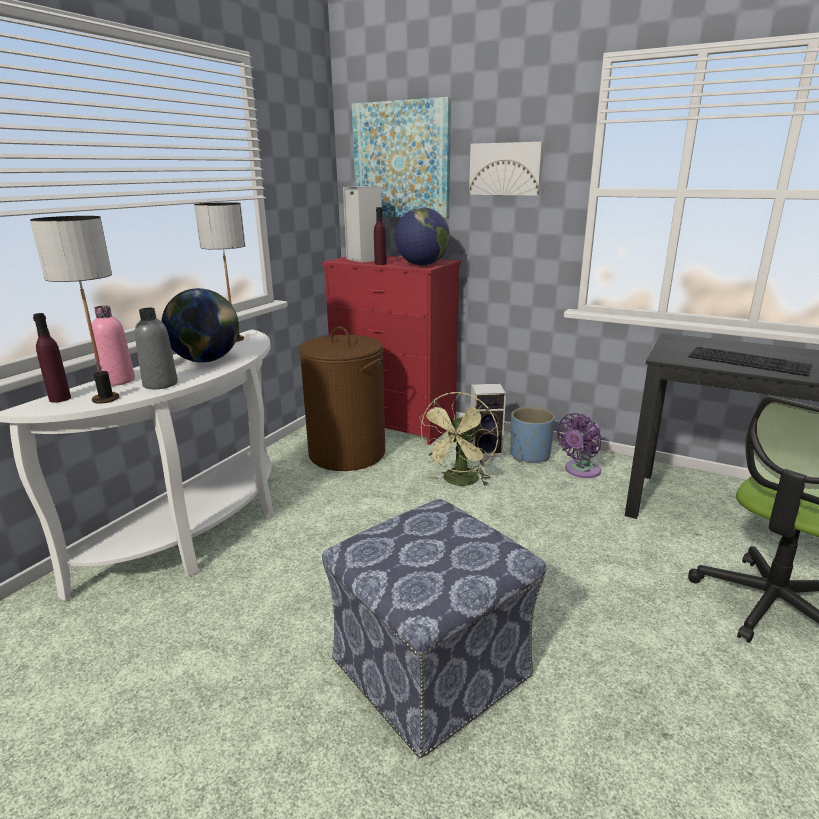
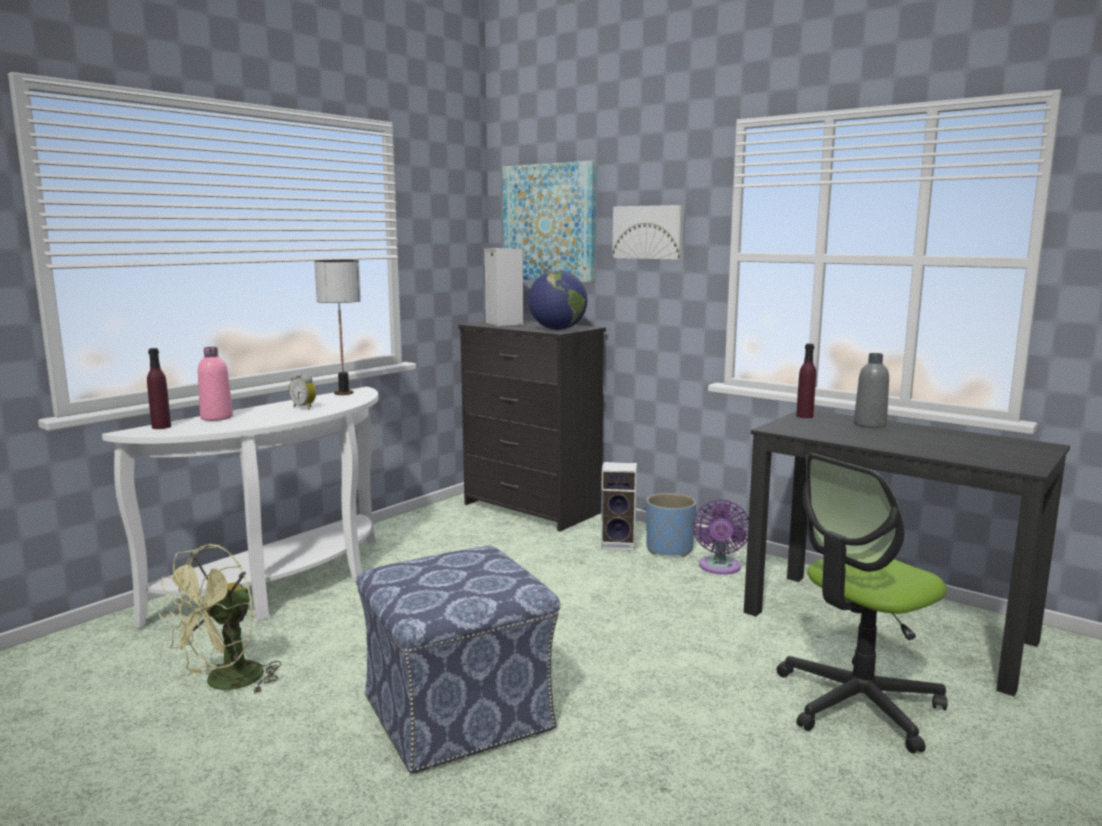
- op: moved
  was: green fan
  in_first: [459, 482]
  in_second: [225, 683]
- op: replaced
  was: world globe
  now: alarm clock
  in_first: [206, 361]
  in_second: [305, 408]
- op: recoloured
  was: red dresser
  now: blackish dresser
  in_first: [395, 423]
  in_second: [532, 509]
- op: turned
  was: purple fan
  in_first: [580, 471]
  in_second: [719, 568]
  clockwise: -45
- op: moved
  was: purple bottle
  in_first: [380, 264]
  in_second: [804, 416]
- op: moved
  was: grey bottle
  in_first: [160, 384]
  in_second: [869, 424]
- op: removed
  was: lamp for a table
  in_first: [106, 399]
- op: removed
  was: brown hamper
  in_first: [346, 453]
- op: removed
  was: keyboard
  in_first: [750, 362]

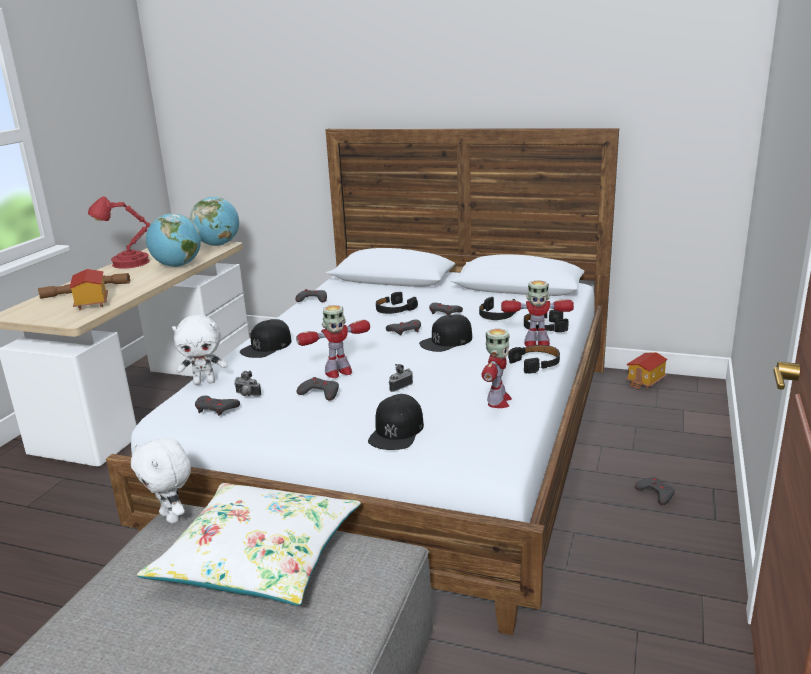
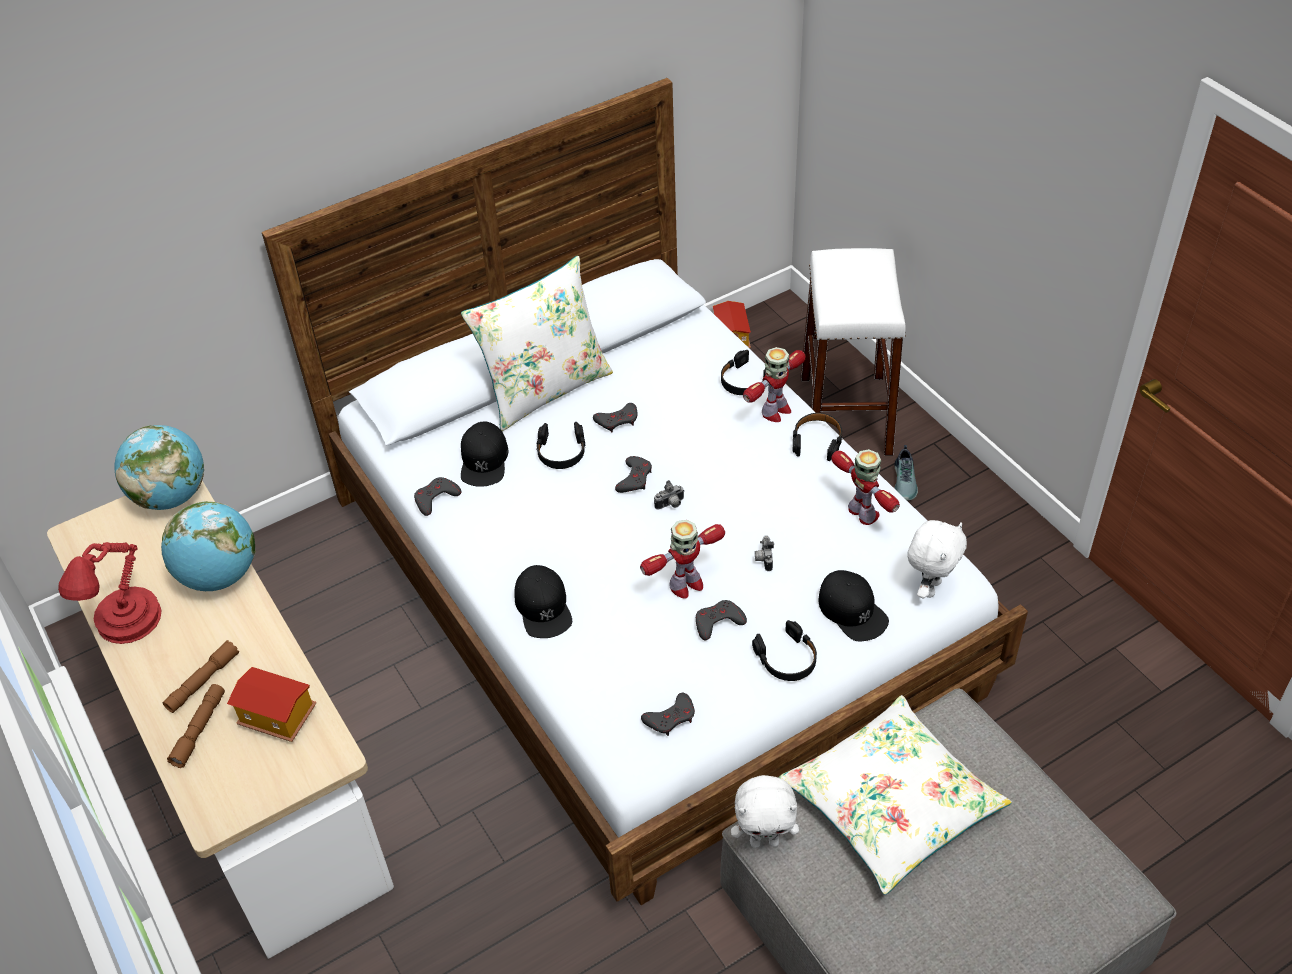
- op: added
  now: whitish pillow
  in_second: [545, 389]
- op: moved
  was: blackish cap
  in_first: [446, 341]
  in_second: [484, 460]
- op: turned
  was: model robot
  in_first: [338, 372]
  in_second: [685, 585]
  clockwise: 45
- op: moved
  was: still camera
  in_first: [247, 395]
  in_second: [670, 505]
- op: moved
  was: blackish headset
  in_first: [497, 315]
  in_second: [787, 658]
- op: added
  now: whitish stool seat
  in_second: [845, 415]
- op: replaced
  was: grey gamepad
  now: shoe
  in_first: [655, 493]
  in_second: [905, 482]
- op: moved
  was: whitish cuddly toy
  in_first: [205, 382]
  in_second: [930, 587]

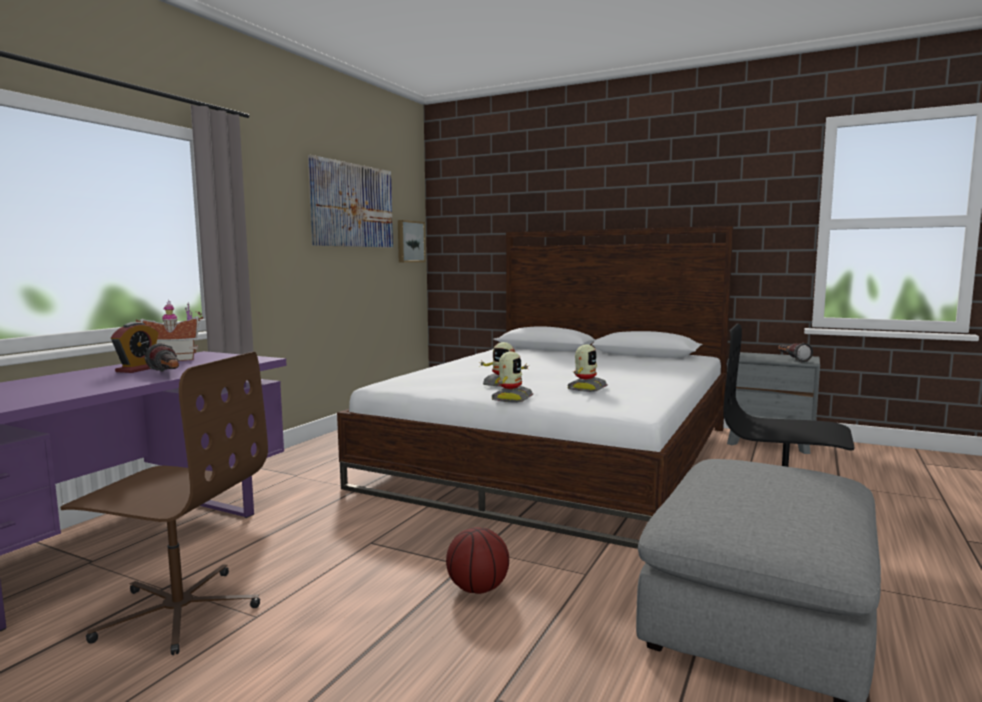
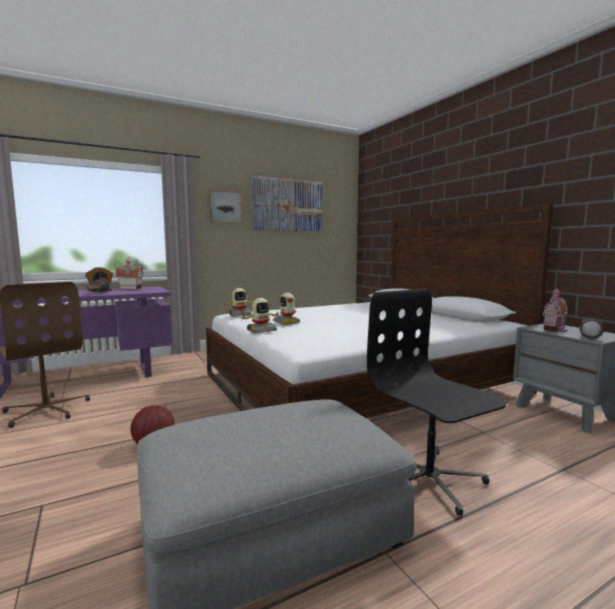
- op: moved
  was: wall art
  in_first: [409, 241]
  in_second: [225, 207]
- op: moved
  was: model robot
  in_first: [586, 388]
  in_second: [239, 315]
- op: added
  now: model house
  in_second: [556, 329]

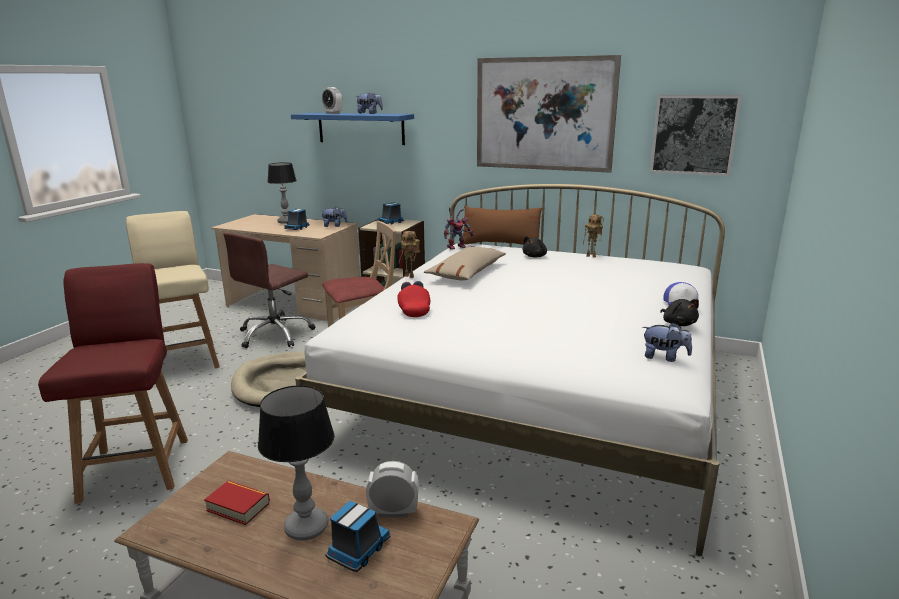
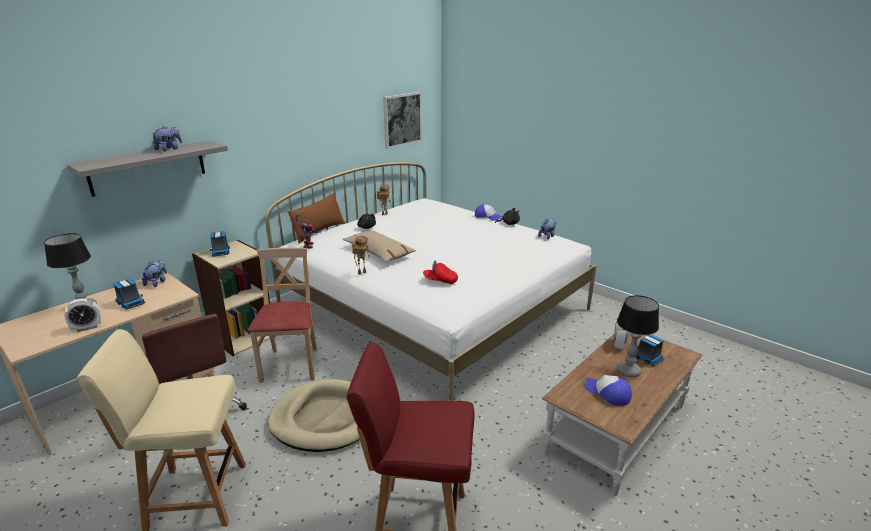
- op: moved
  was: alarm clock
  in_first: [333, 113]
  in_second: [87, 328]
- op: recoloured
  was: blue-coloured bracket shelf
  now: grey bracket shelf
  in_first: [360, 128]
  in_second: [148, 167]
- op: replaced
  was: volume
  now: cap
  in_first: [238, 506]
  in_second: [607, 393]
- op: removed
  was: wall art
  in_first: [544, 114]

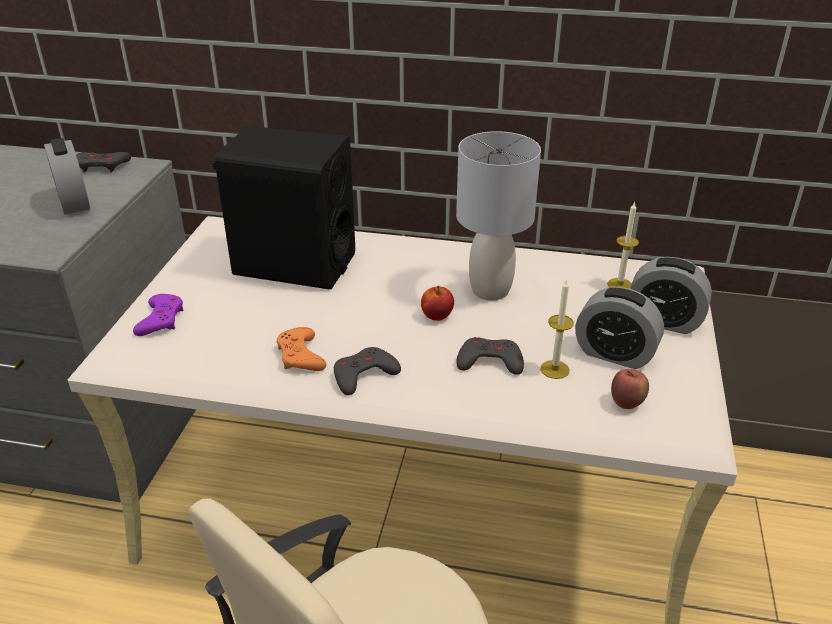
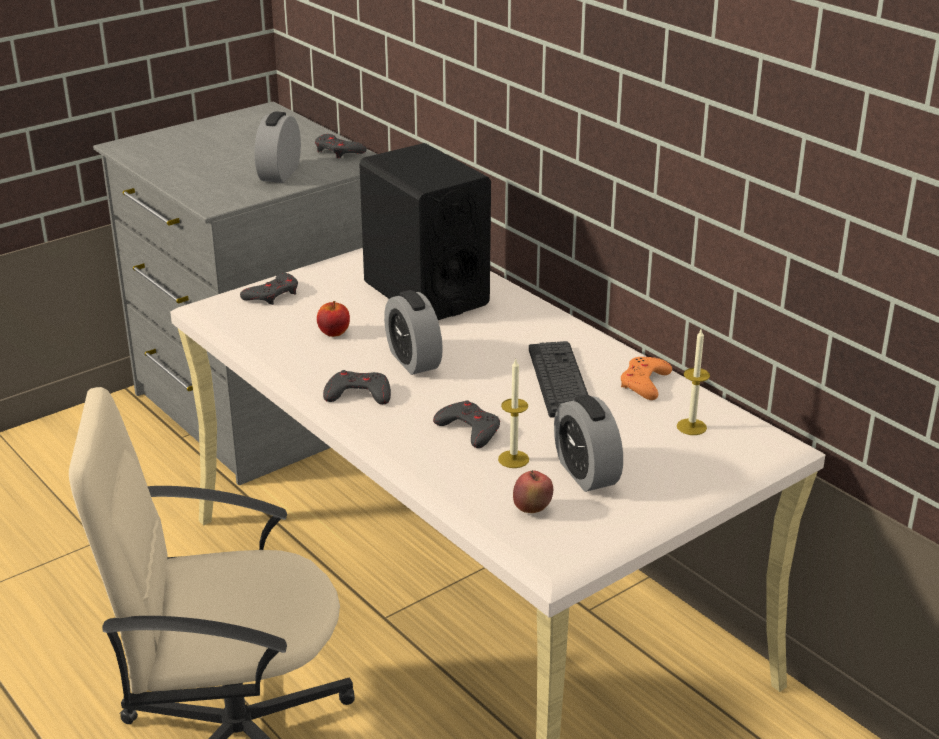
- op: recoloured
  was: purple gamepad
  now: grey gamepad
  in_first: [161, 319]
  in_second: [272, 294]
- op: moved
  was: apple
  in_first: [437, 316]
  in_second: [334, 333]
- op: moved
  was: alarm clock
  in_first: [663, 321]
  in_second: [413, 360]
- op: replaced
  was: grey lamp for a table
  now: keyboard
  in_first: [491, 290]
  in_second: [559, 380]
- op: moved
  was: orange-coloured gamepad
  in_first: [300, 355]
  in_second: [644, 383]

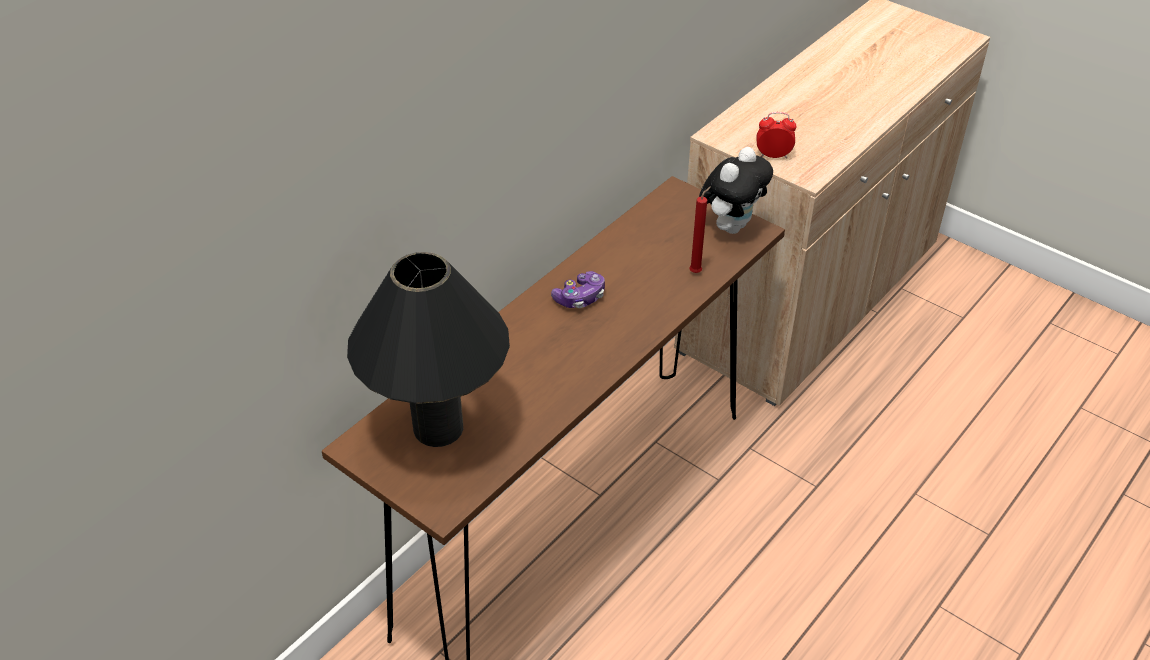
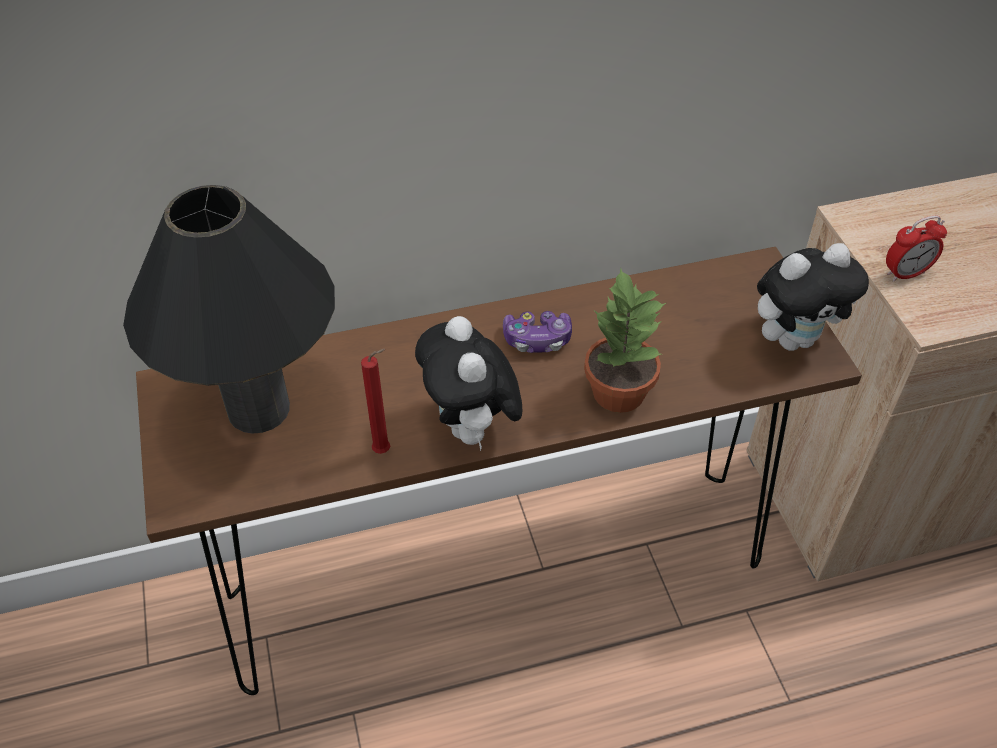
- op: moved
  was: red wax candle
  in_first: [697, 272]
  in_second: [384, 451]
- op: added
  now: cuddly toy
  in_second: [471, 429]
- op: added
  now: houseplant
  in_second: [617, 391]
- op: turned
  was: alarm clock
  in_first: [773, 155]
  in_second: [906, 274]
  clockwise: 120

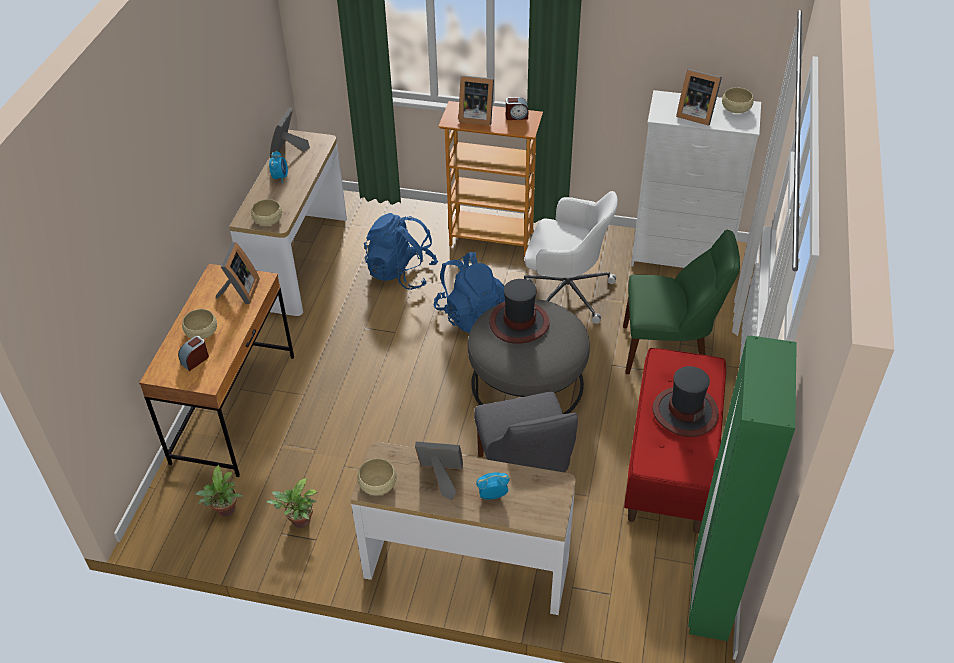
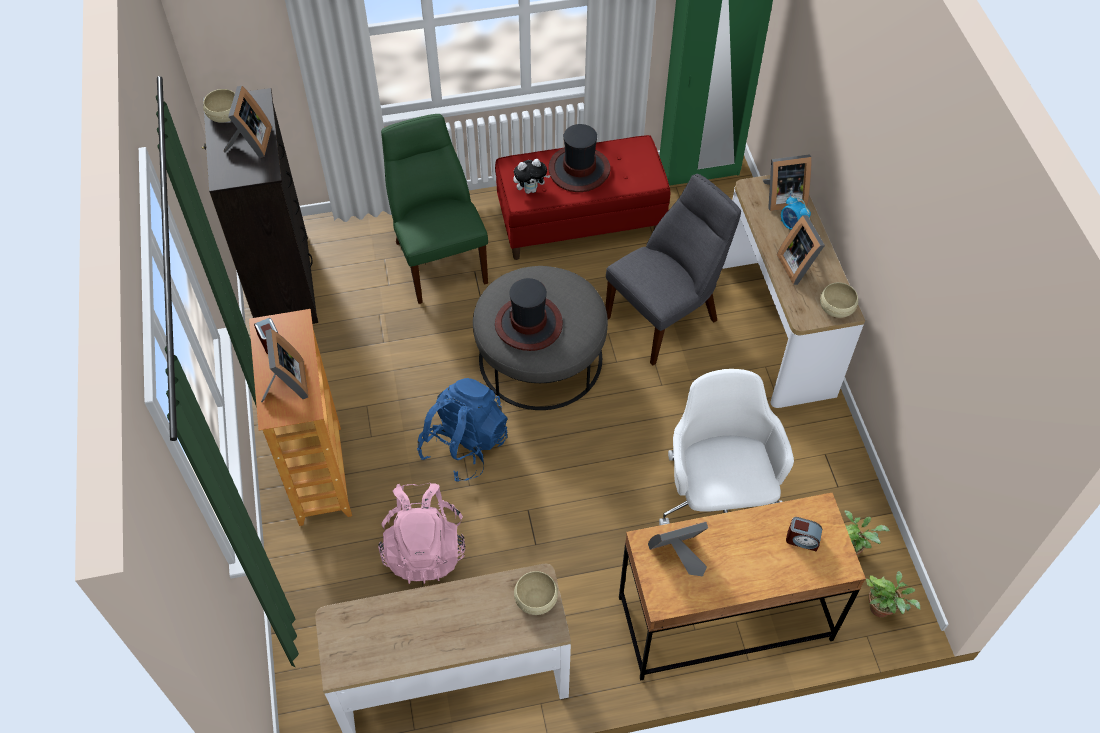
- op: recoloured
  was: whitish dresser
  now: blackish dresser
  in_first: [682, 257]
  in_second: [284, 282]
- op: recoloured
  was: blue-coloured rucksack
  now: pink-coloured rucksack
  in_first: [401, 273]
  in_second: [424, 548]
- op: added
  now: cuddly toy
  in_second: [530, 189]
- op: moved
  was: whitish computer chair
  in_first: [565, 292]
  in_second: [716, 499]
- op: moved
  was: picture frame
  in_first: [288, 151]
  in_second: [782, 197]
- op: moved
  was: houseplant
  in_first: [299, 522]
  in_second: [883, 608]
- op: removed
  was: beige deep dish
  in_first: [201, 331]
- op: removed
  was: alarm clock
  in_first: [280, 177]

